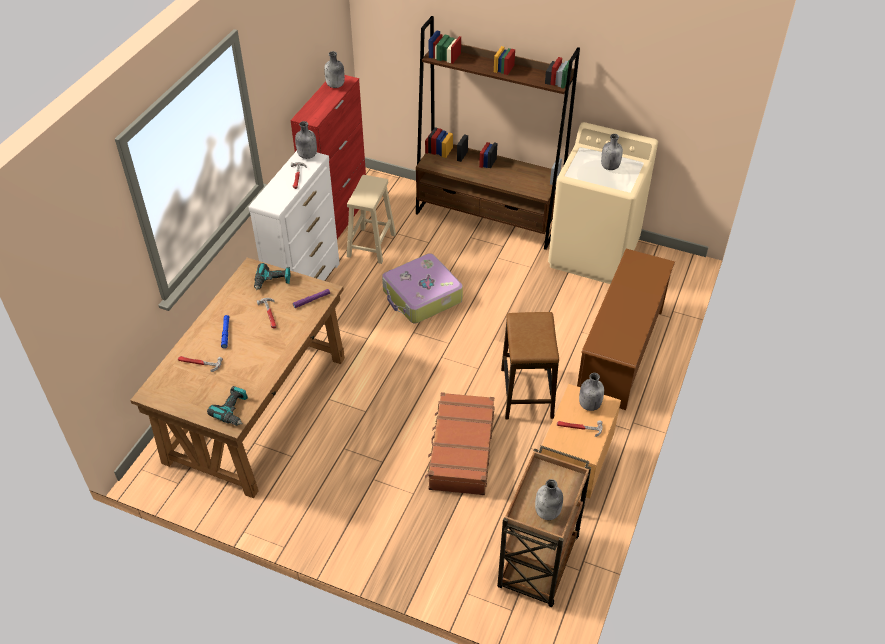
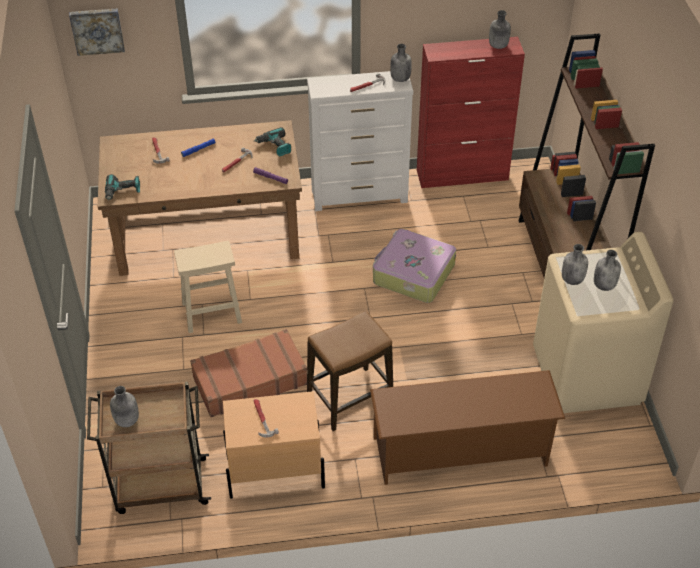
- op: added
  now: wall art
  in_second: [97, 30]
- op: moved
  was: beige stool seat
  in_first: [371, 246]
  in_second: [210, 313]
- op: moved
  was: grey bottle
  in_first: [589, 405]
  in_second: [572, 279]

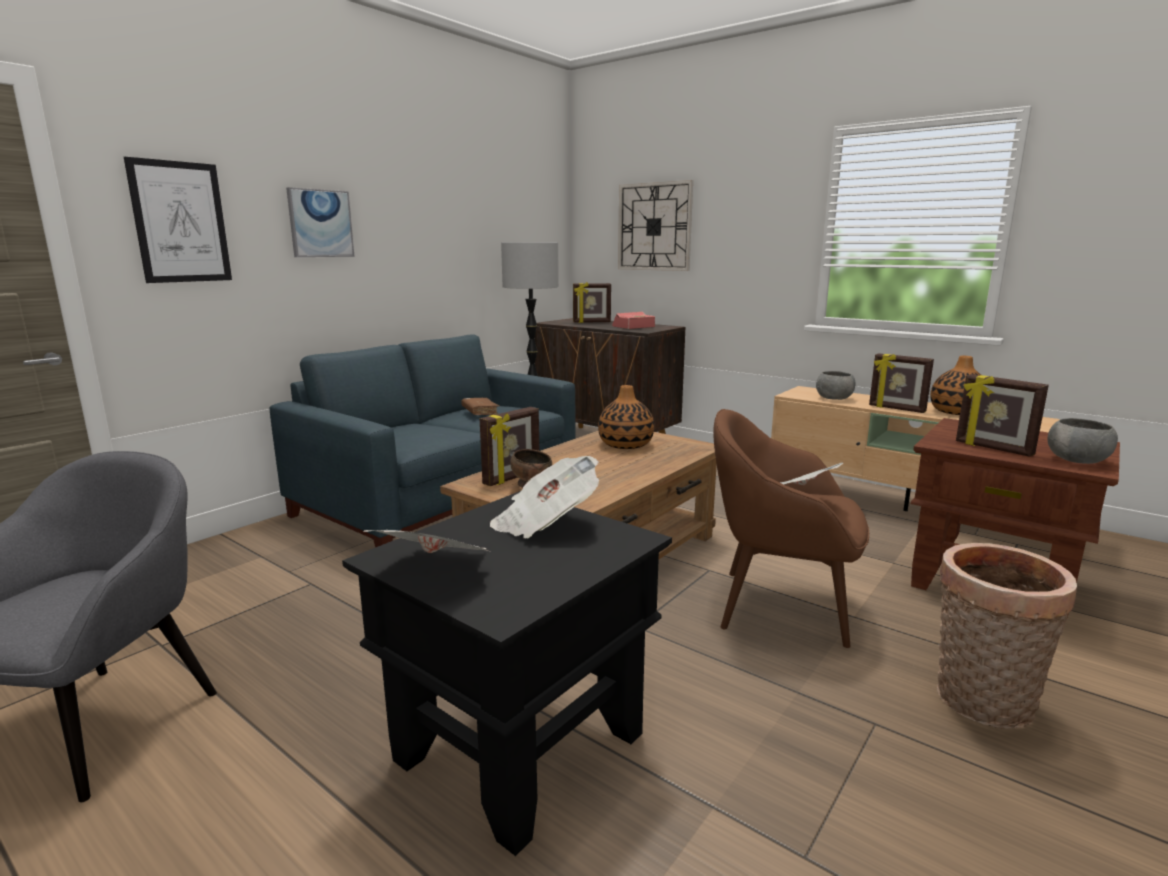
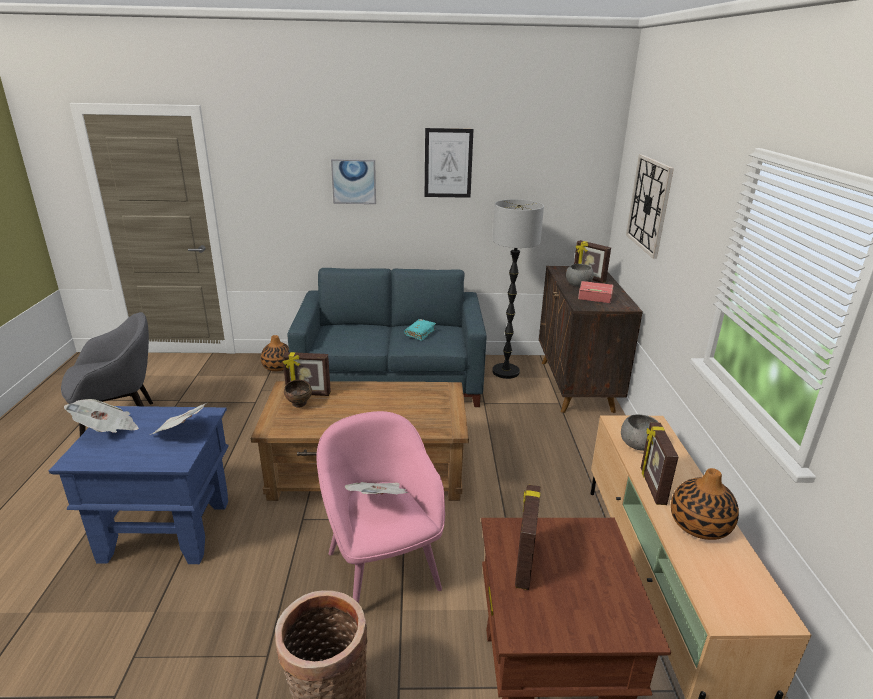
- op: recoloured
  was: blackish accent table
  now: blue-coloured accent table
  in_first: [519, 746]
  in_second: [166, 530]
- op: moved
  was: decorative vase
  in_first: [626, 445]
  in_second: [278, 367]
- op: recoloured
  was: brown lounge chair
  now: pink-coloured lounge chair
  in_first: [778, 606]
  in_second: [382, 568]
- op: recoloured
  was: brown volume
  now: blue-green volume
  in_first: [480, 412]
  in_second: [420, 333]
- op: moved
  was: wall art
  in_first: [180, 222]
  in_second: [448, 163]
- op: moved
  was: grey deep dish
  in_first: [1076, 460]
  in_second: [578, 284]

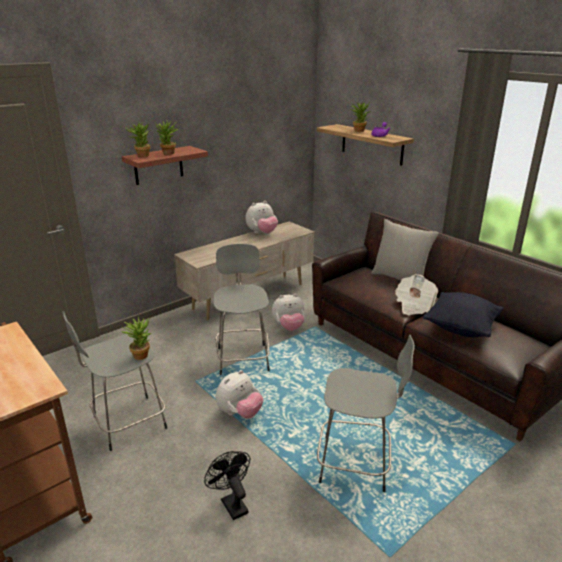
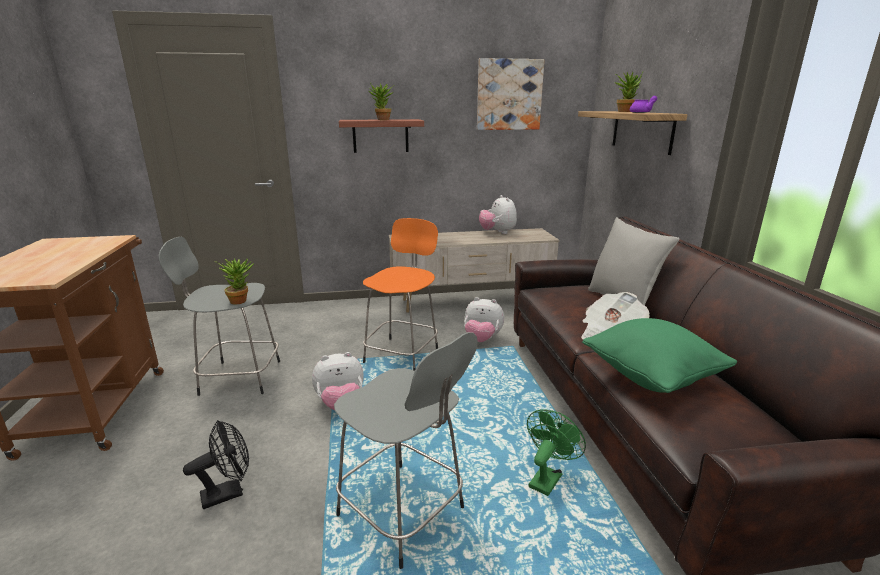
- op: turned
  was: blackish fan
  in_first: [231, 503]
  in_second: [229, 492]
  clockwise: 60
- op: recoloured
  was: grey stool seat
  now: orange-coloured stool seat
  in_first: [243, 358]
  in_second: [403, 354]
- op: added
  now: wall art
  in_second: [509, 95]
- op: turned
  was: cuddly toy
  in_first: [262, 233]
  in_second: [497, 232]
  clockwise: 75
- op: added
  now: green fan
  in_second: [547, 477]
- op: recoloured
  was: blackish pillow
  now: green pillow
  in_first: [461, 328]
  in_second: [651, 377]
- op: removed
  was: houseplant
  in_first: [141, 155]

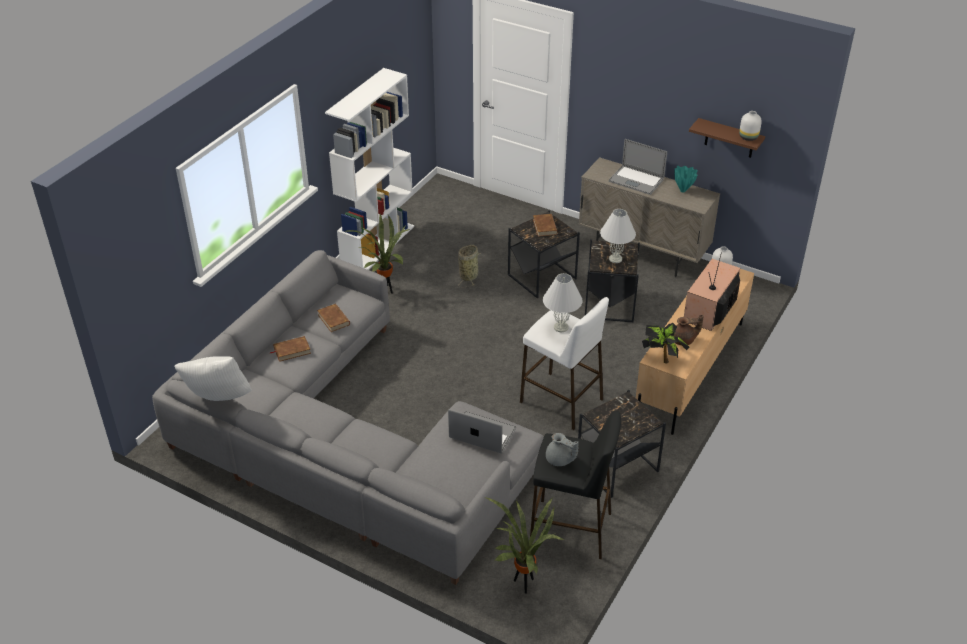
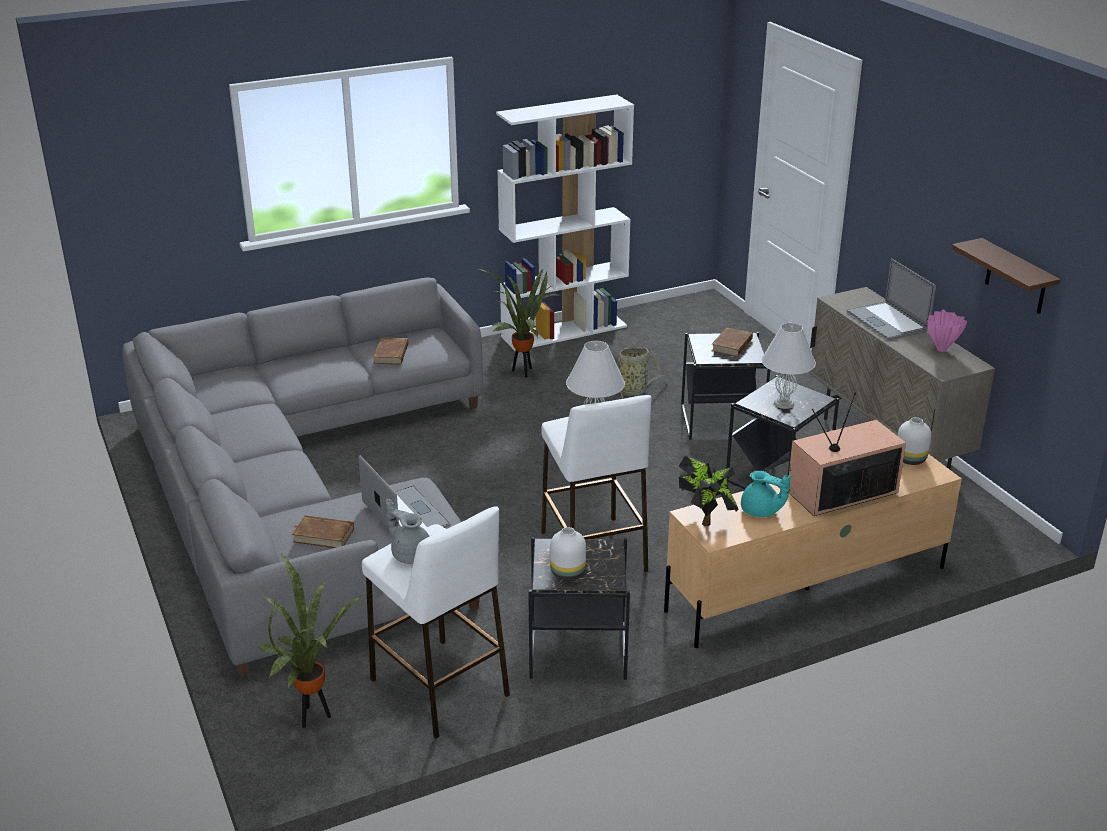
- op: moved
  was: brown volume
  in_first: [292, 350]
  in_second: [323, 535]
- op: recoloured
  was: blackish stool seat
  now: whitish stool seat
  in_first: [571, 529]
  in_second: [440, 688]
- op: turned
  was: grey teapot
  in_first: [560, 460]
  in_second: [410, 554]
  clockwise: 150
- op: moved
  was: whitish decorative vase
  in_first: [748, 137]
  in_second: [568, 572]
- op: recoloured
  was: brown teapot
  now: blue-green teapot
  in_first: [684, 340]
  in_second: [761, 511]
- op: recoloured
  was: blue-green decorative vase
  now: pink-coloured decorative vase
  in_first: [683, 191]
  in_second: [941, 350]
- op: removed
  was: whitish pillow
  in_first: [218, 401]

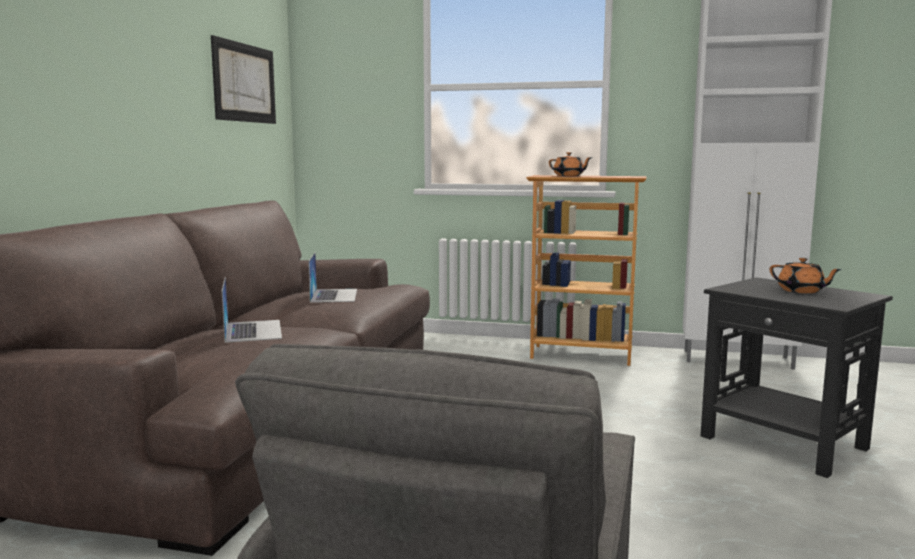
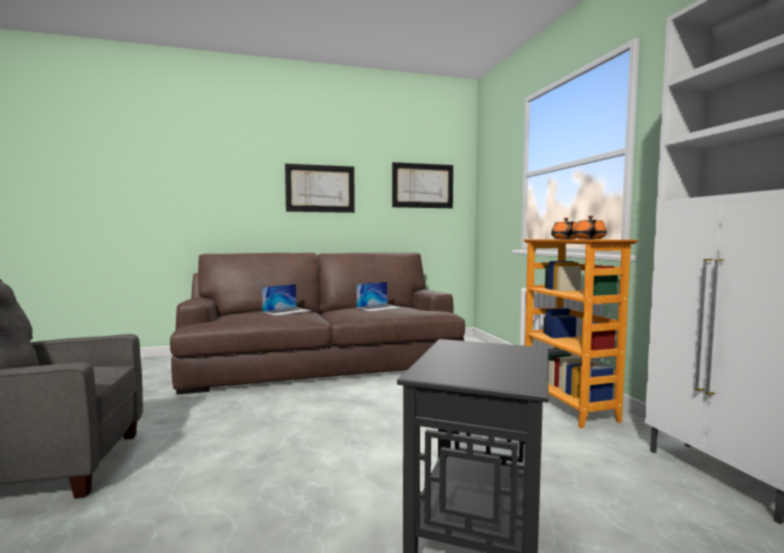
- op: added
  now: wall art
  in_second: [320, 188]
- op: moved
  was: orange-coloured teapot
  in_first: [801, 291]
  in_second: [589, 239]

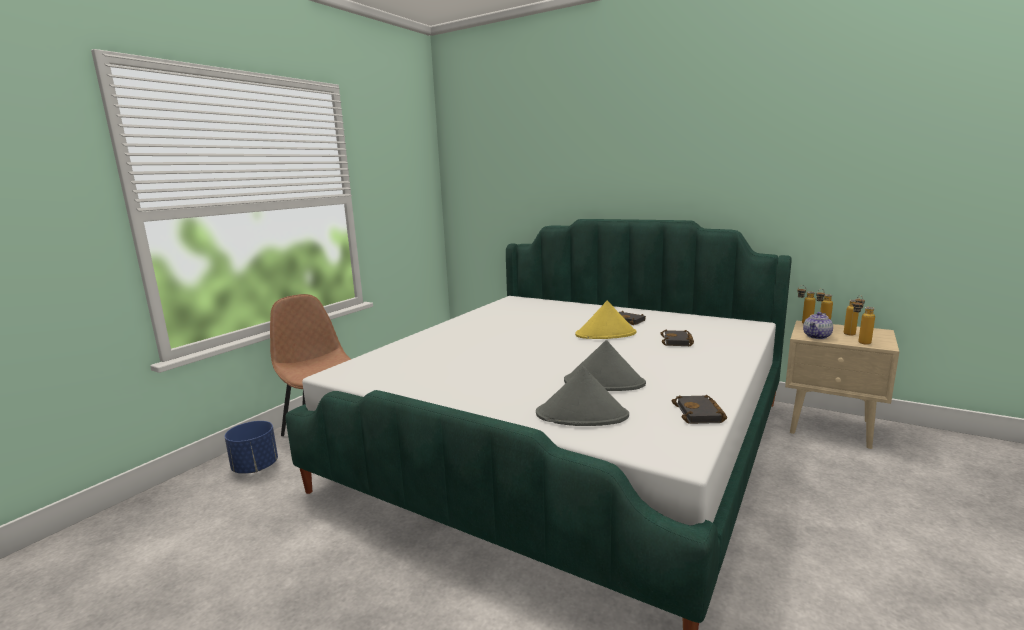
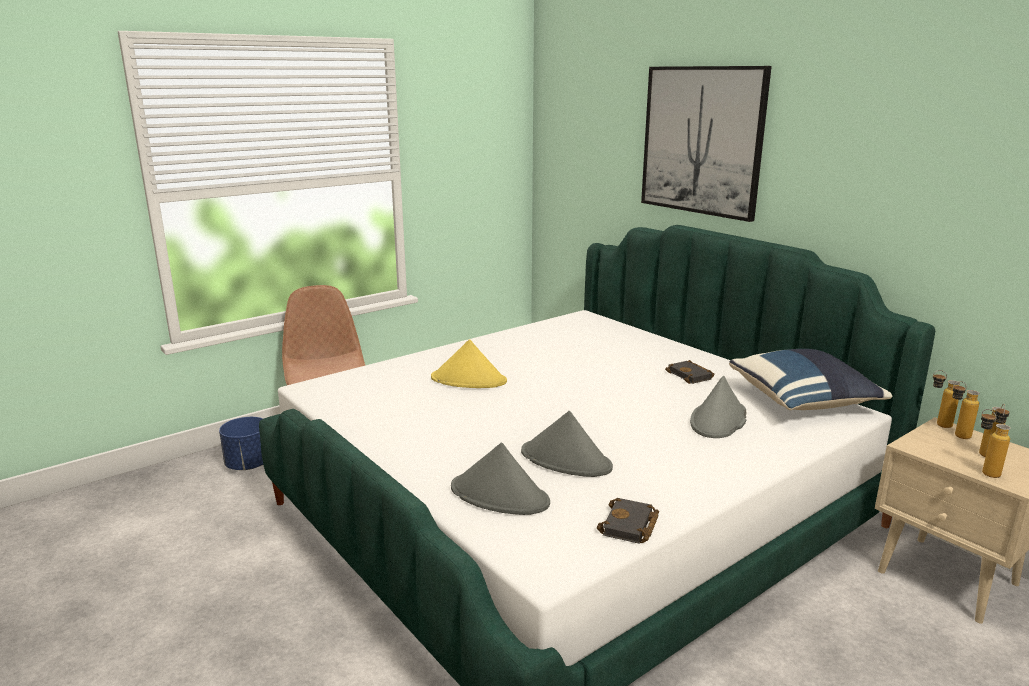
- op: moved
  was: yellow-coloured wearable hat
  in_first: [606, 334]
  in_second: [469, 380]
- op: added
  now: wall art
  in_second: [702, 141]
- op: replaced
  was: blackish volume
  now: grey wearable hat
  in_first: [678, 342]
  in_second: [718, 420]
- op: added
  now: blue-coloured pillow
  in_second: [803, 402]
- op: removed
  was: teapot
  in_first: [817, 336]

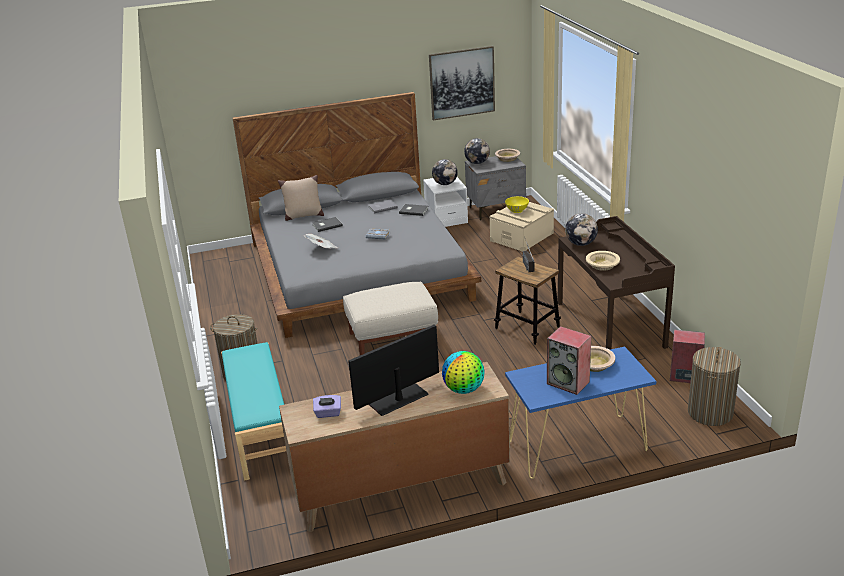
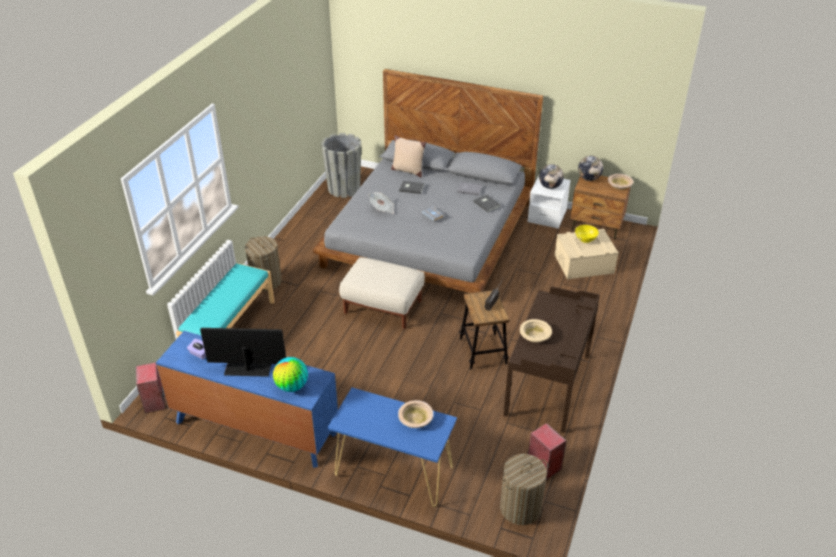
- op: moved
  was: speaker
  in_first: [568, 382]
  in_second: [155, 402]
- op: recoloured
  was: brown dresser
  now: blue-coloured dresser
  in_first: [401, 488]
  in_second: [255, 428]
- op: added
  now: grey plant pot
  in_second: [344, 188]
- op: recoloured
  was: grey bedside table
  now: brown bedside table
  in_first: [496, 210]
  in_second: [596, 227]
- op: removed
  was: wall art
  in_first: [462, 83]
- op: removed
  was: world globe
  in_first: [581, 244]

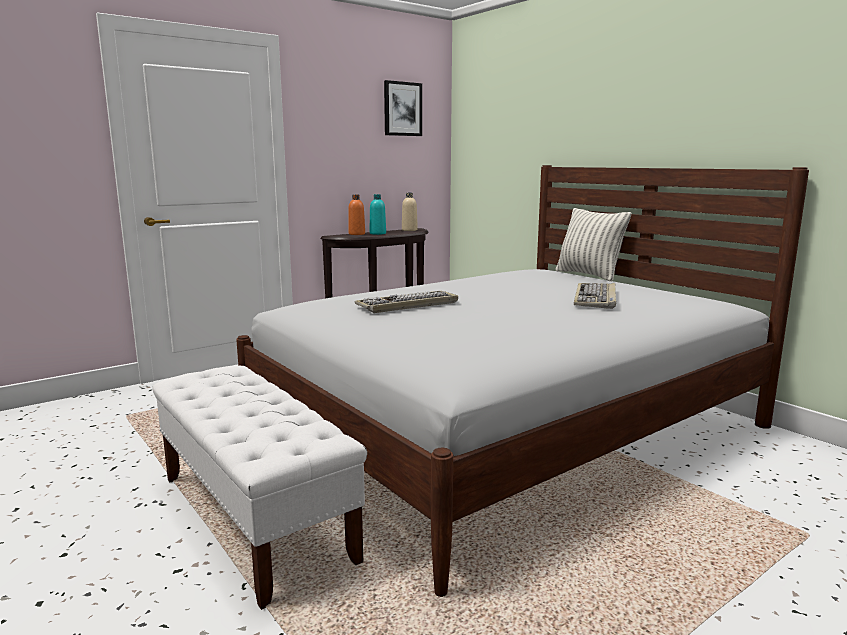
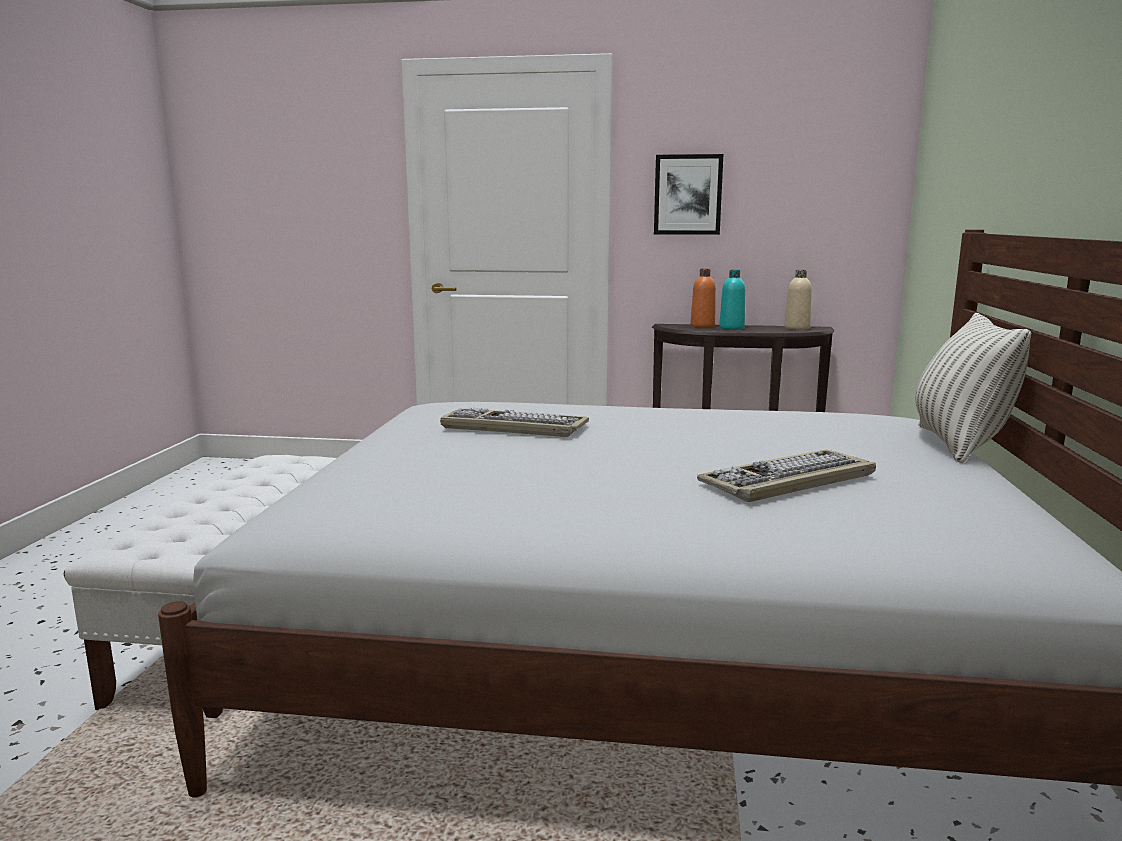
- op: moved
  was: wall art
  in_first: [402, 109]
  in_second: [687, 195]

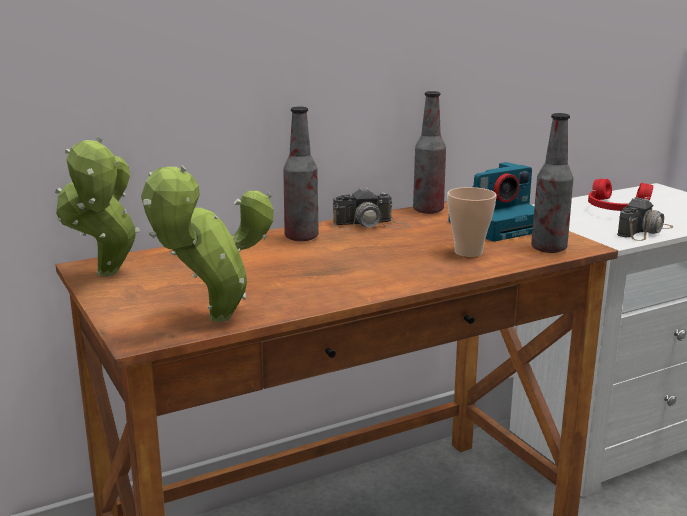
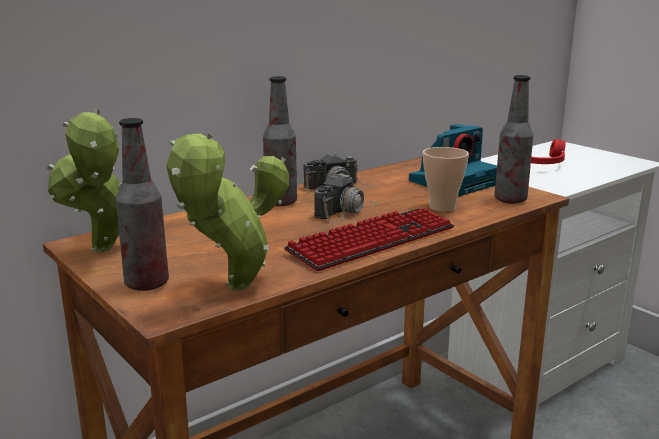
- op: moved
  was: bottle
  in_first: [428, 210]
  in_second: [147, 284]
- op: added
  now: keyboard
  in_second: [373, 241]
- op: moved
  was: still camera
  in_first: [645, 231]
  in_second: [346, 210]

